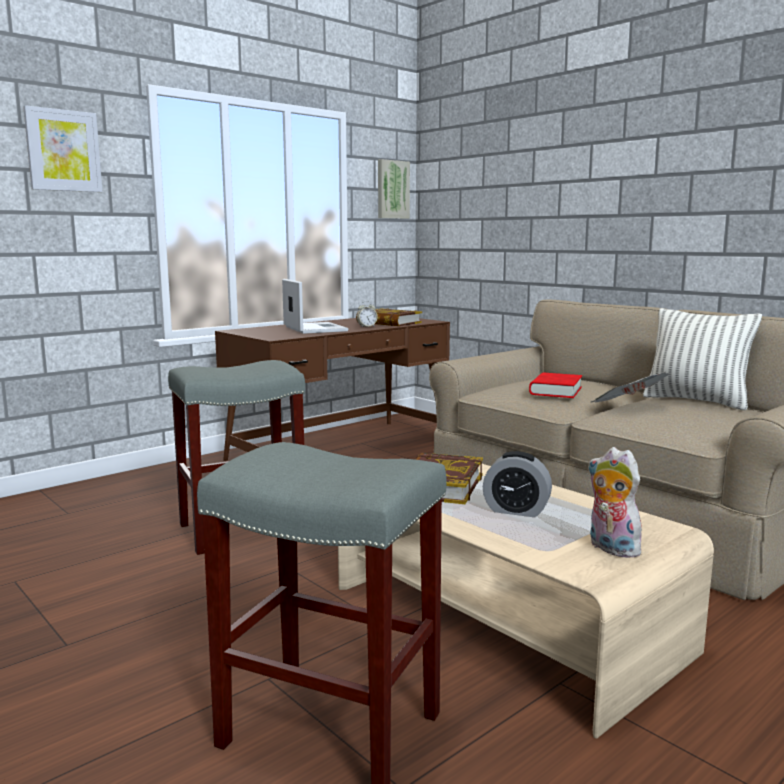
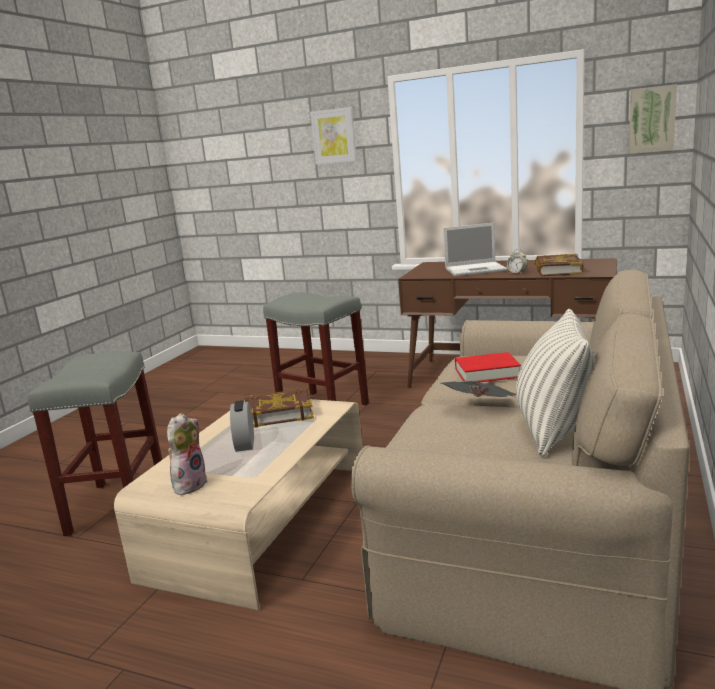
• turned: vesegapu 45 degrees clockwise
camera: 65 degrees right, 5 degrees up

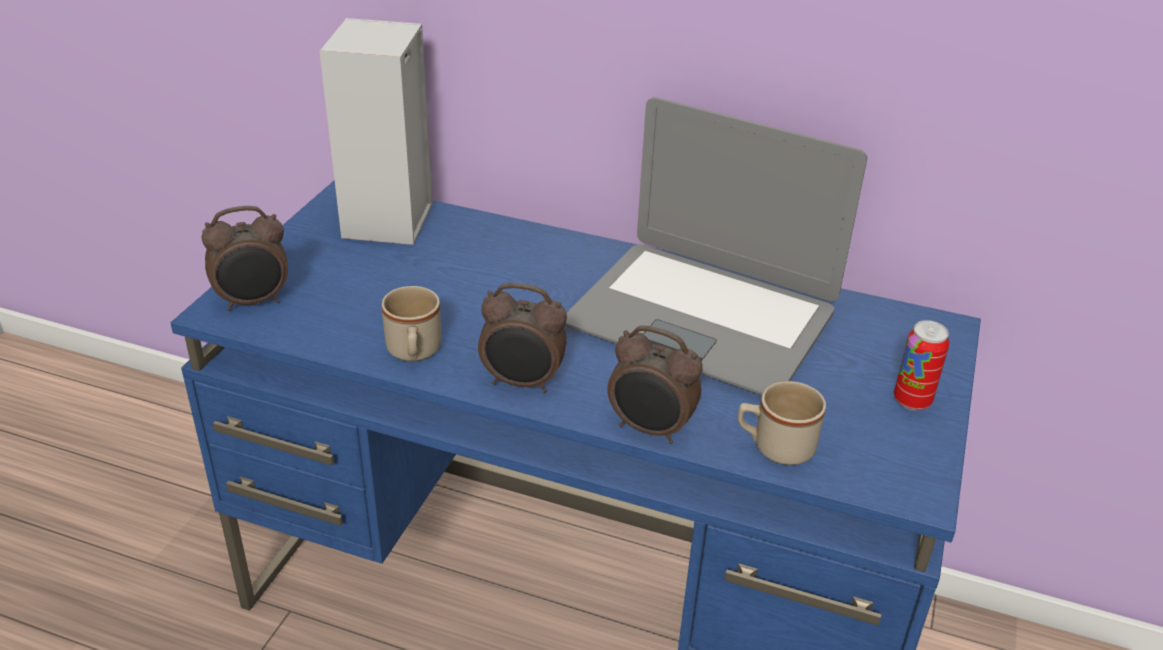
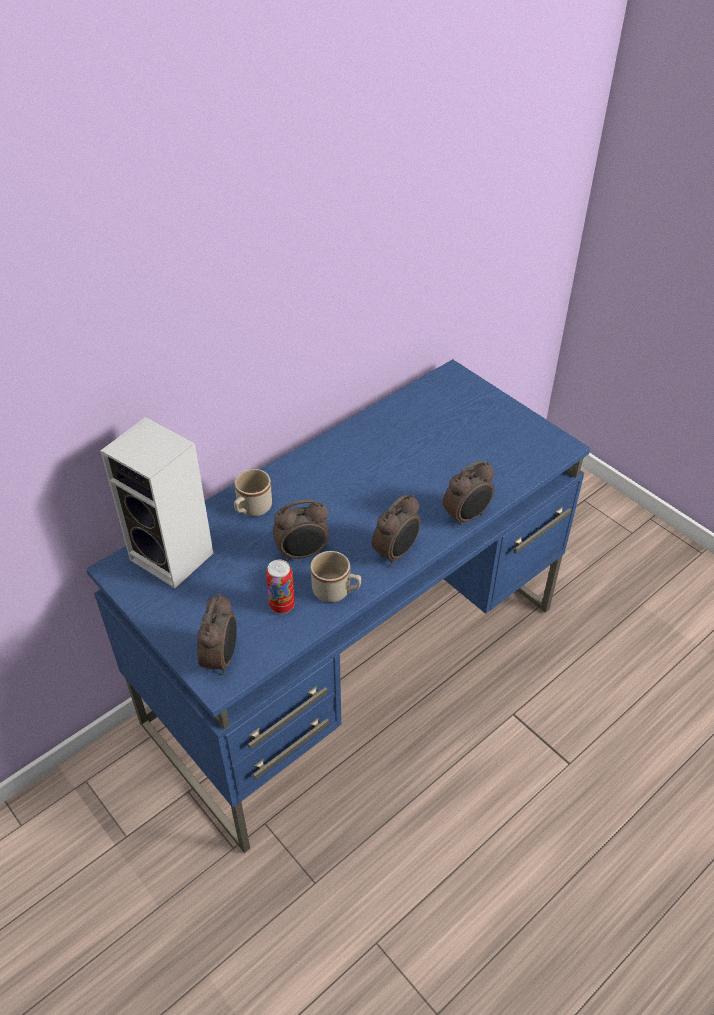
• moved: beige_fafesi (2nd from left in the first image) to beige_fafesi (1st from left)
• moved: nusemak
• added: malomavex (2nd from left)
• removed: vesegapu
camera: 60 degrees left, 10 degrees up

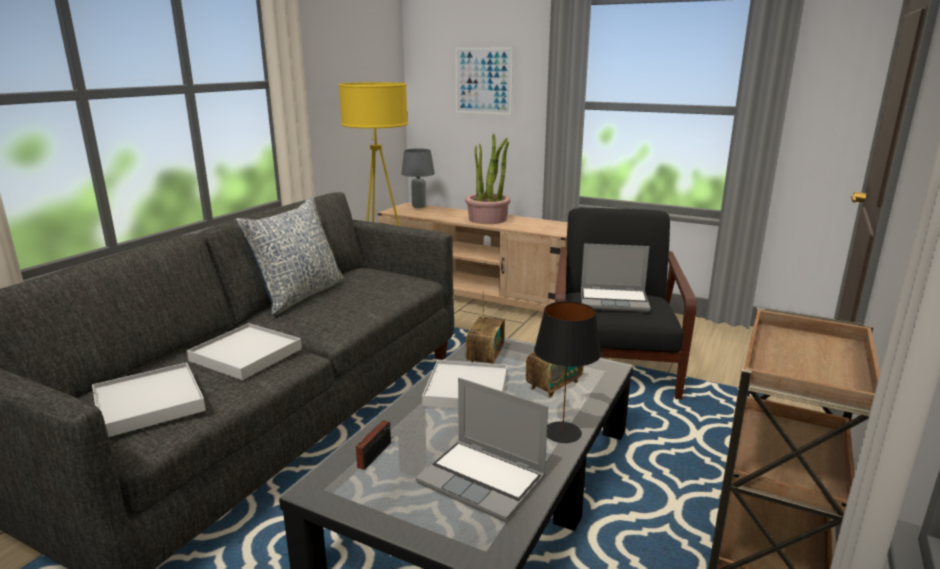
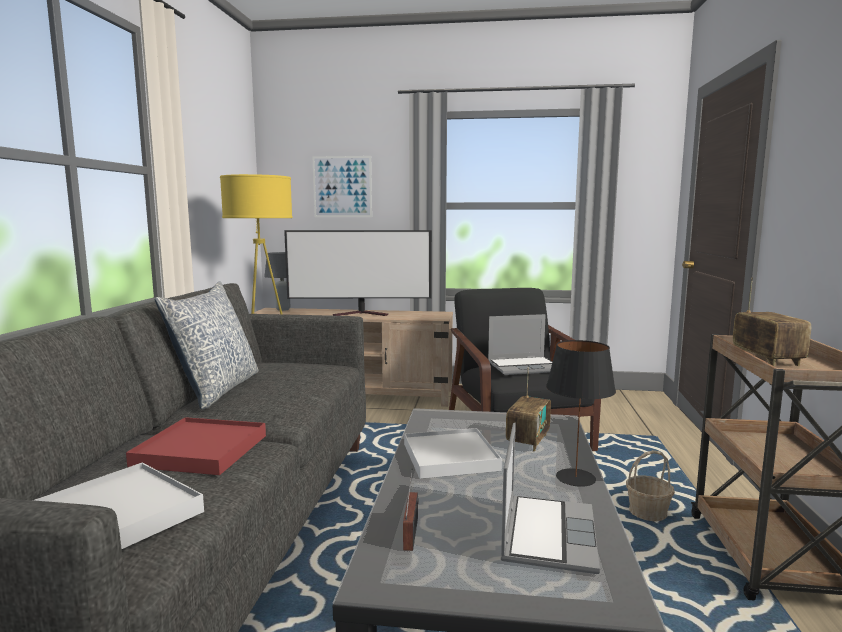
• recoloured: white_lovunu (2nd from left) to red_lovunu
• replaced: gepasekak to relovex
• turned: vesegapu (1st from left in the first image) 90 degrees counterclockwise
• added: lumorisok
• moved: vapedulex (2nd from left in the first image) to vapedulex (3rd from left)
camera: 20 degrees left, 10 degrees down

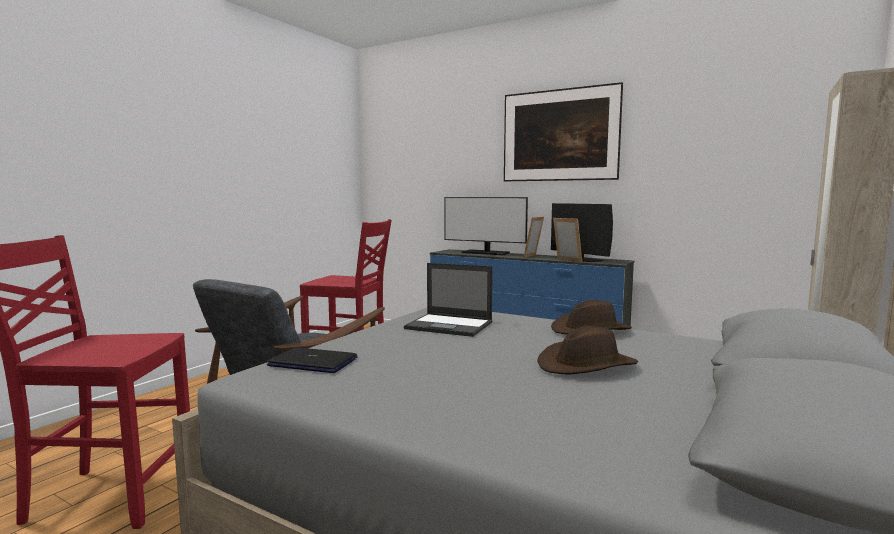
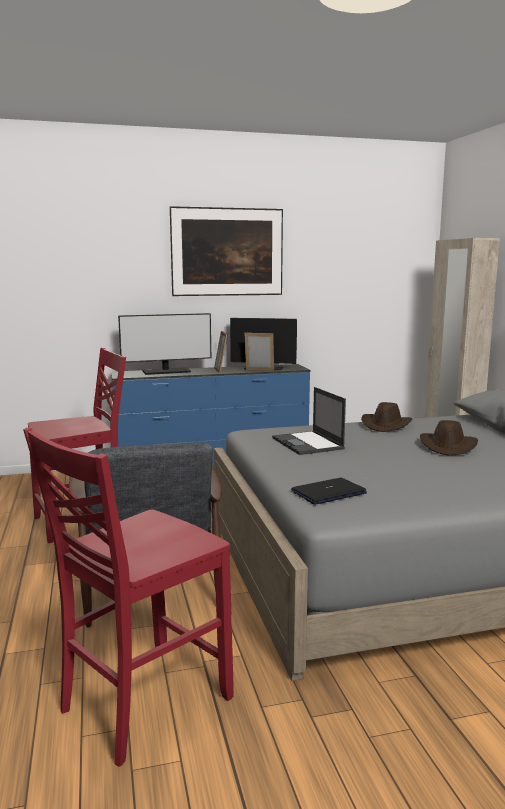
• turned: vesegapu (2nd from left in the first image) 90 degrees clockwise
camera: 45 degrees left, 5 degrees up

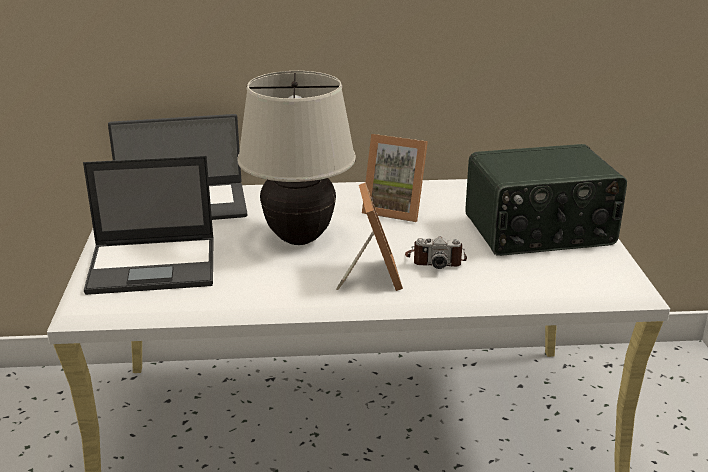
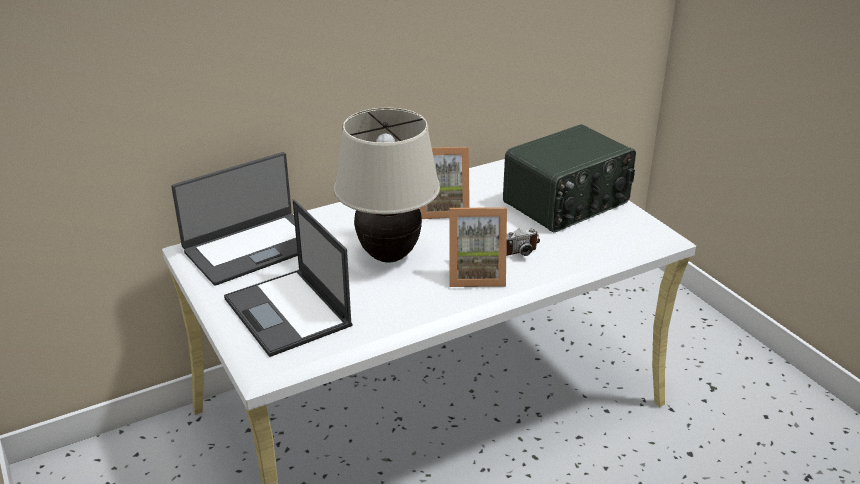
• turned: vesegapu (1st from left in the first image) 90 degrees clockwise
• turned: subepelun (1st from left in the first image) 120 degrees clockwise
camera: 25 degrees left, 5 degrees up

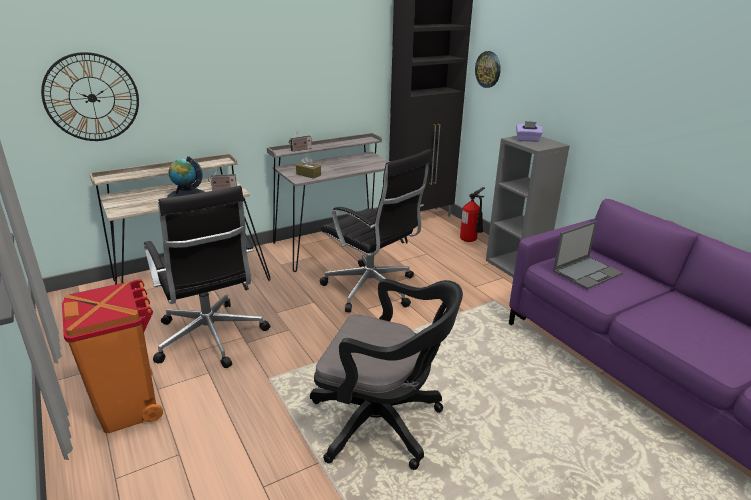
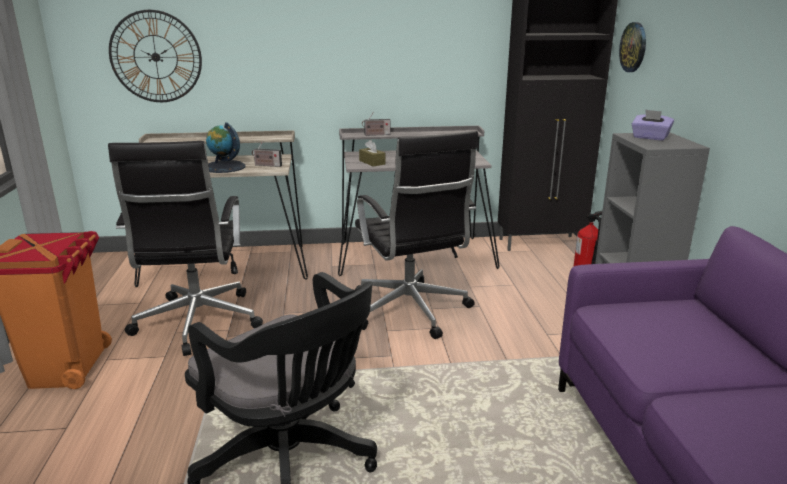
• removed: vesegapu
camera: 25 degrees right, 5 degrees down

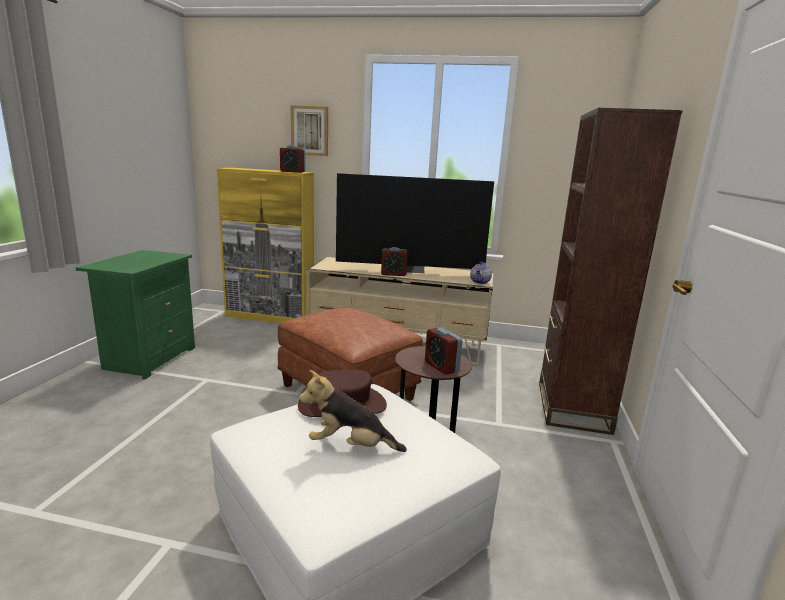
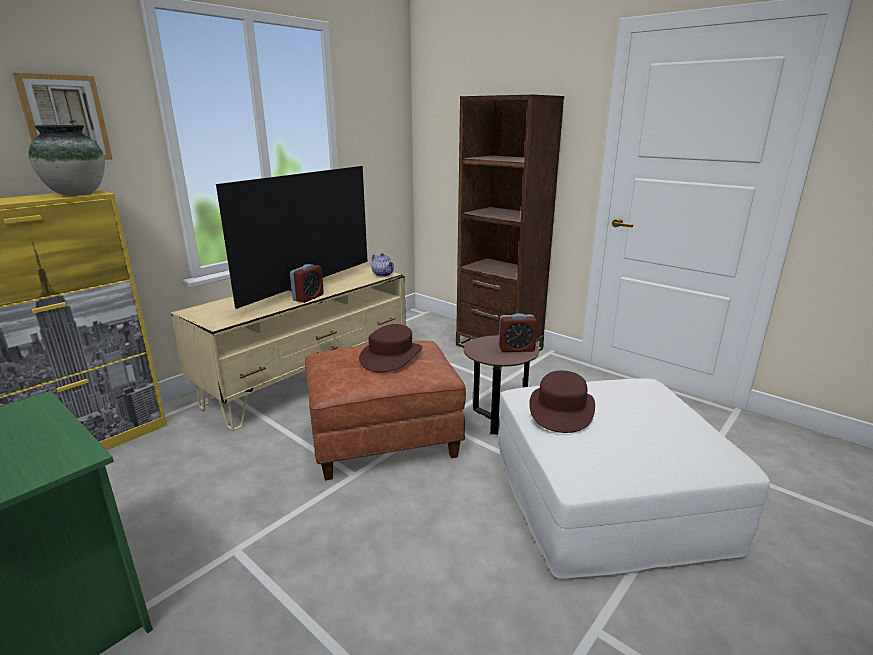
• replaced: malomavex (1st from left) to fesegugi
• added: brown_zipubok (1st from left)
• removed: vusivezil
camera: 60 degrees left, 5 degrees up

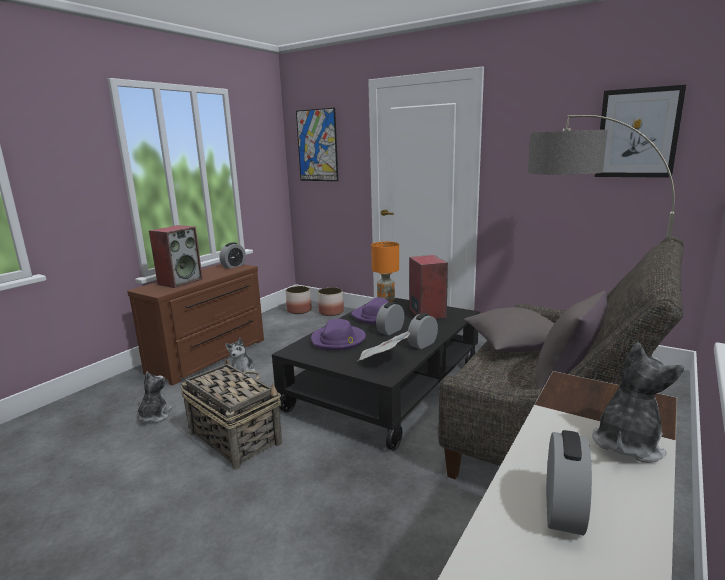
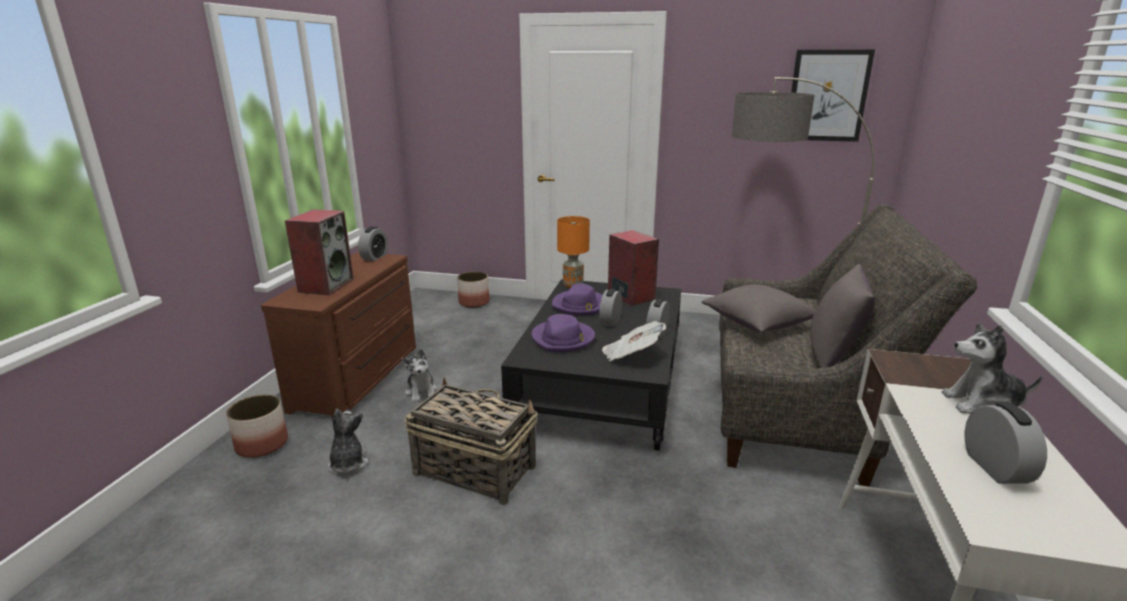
• moved: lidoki (1st from left)
• turned: vusivezil (3rd from left) 105 degrees counterclockwise
• removed: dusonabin (1st from left)
camera: 20 degrees left, 5 degrees up

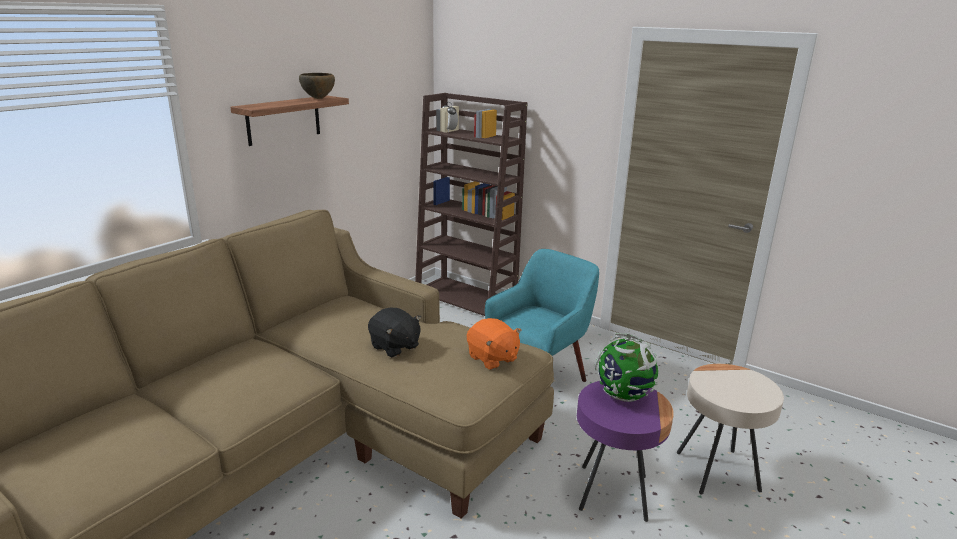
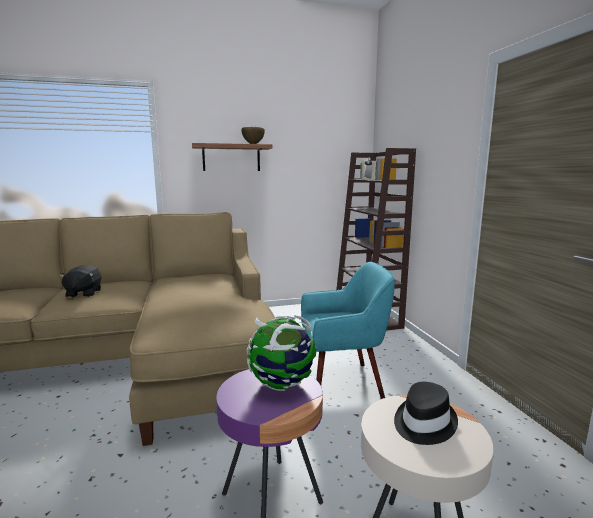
• moved: black_vusivezil
• added: black_zipubok
• removed: orange_vusivezil
camera: 40 degrees right, 10 degrees down

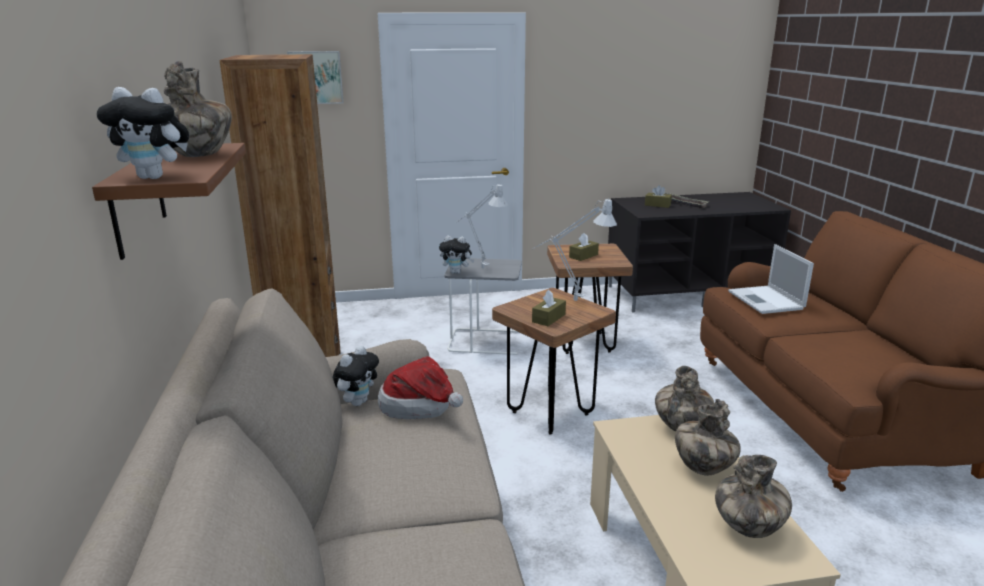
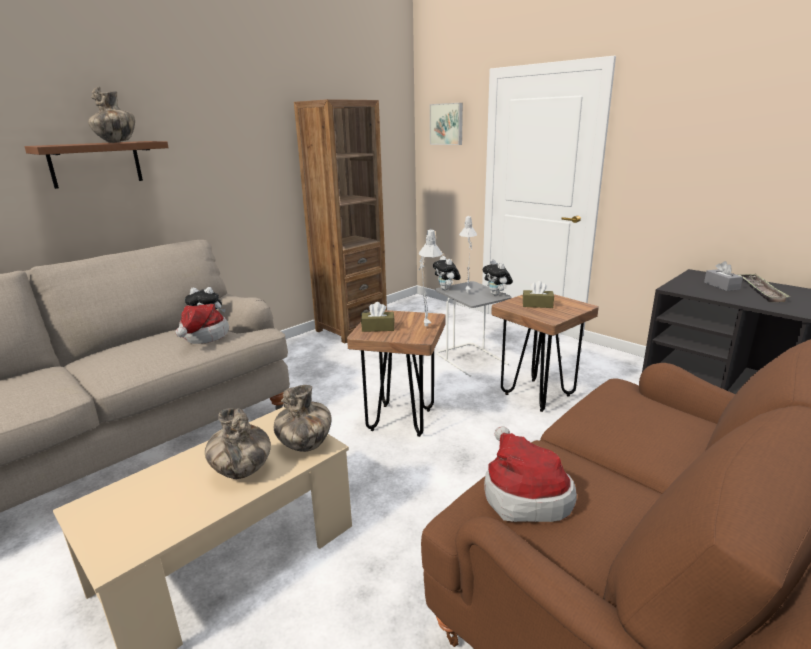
• moved: vusivezil (1st from left in the first image) to vusivezil (3rd from left)
• added: zipubok (2nd from left)
• recoloured: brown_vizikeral (3rd from left) to grey_vizikeral
• removed: fesegugi (4th from left)
• removed: vesegapu
camera: 55 degrees right, 0 degrees up

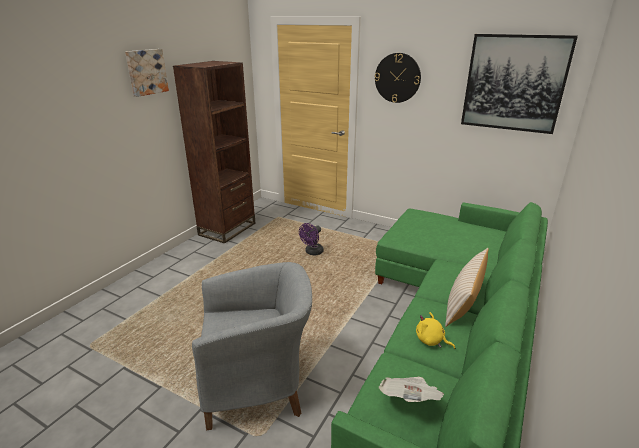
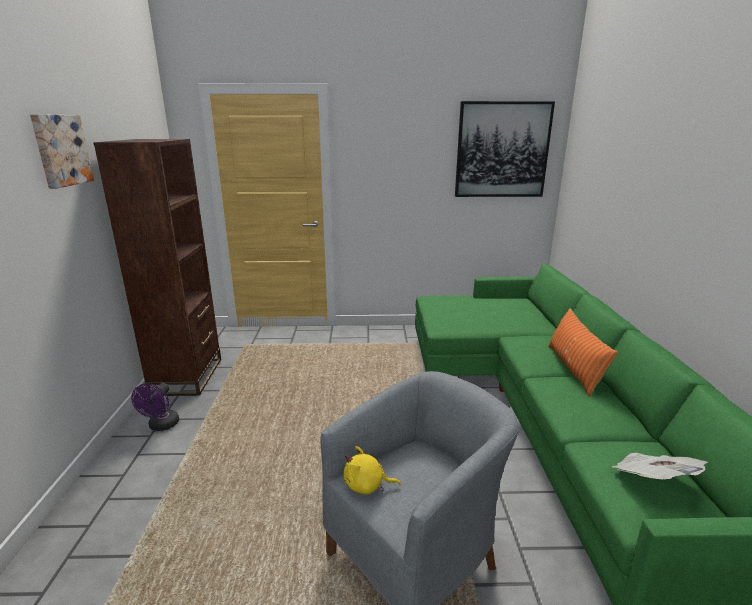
• moved: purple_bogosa
• moved: yellow_vusivezil
• recoloured: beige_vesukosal to orange_vesukosal
• removed: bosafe
camera: 30 degrees left, 5 degrees down

